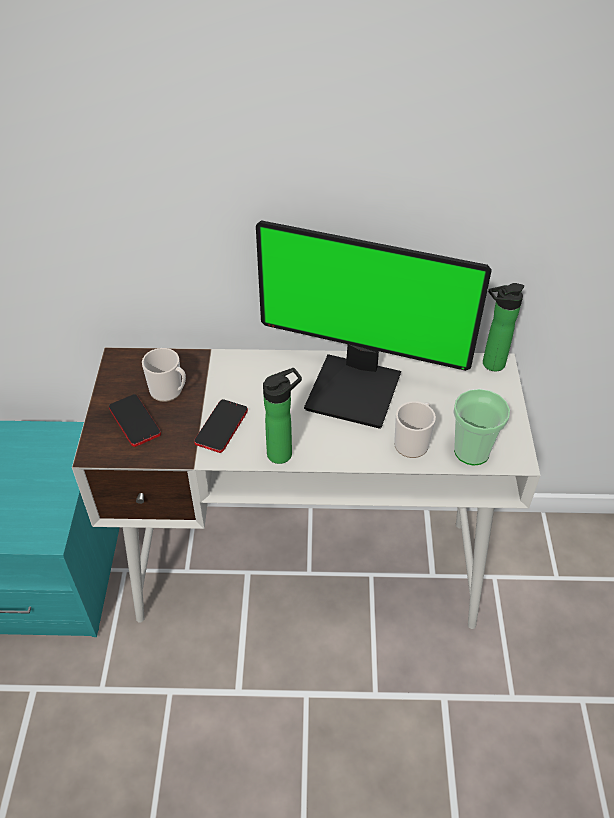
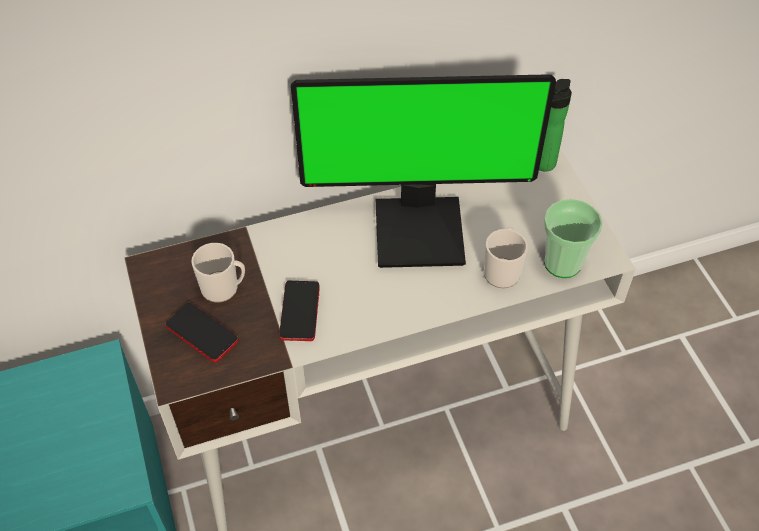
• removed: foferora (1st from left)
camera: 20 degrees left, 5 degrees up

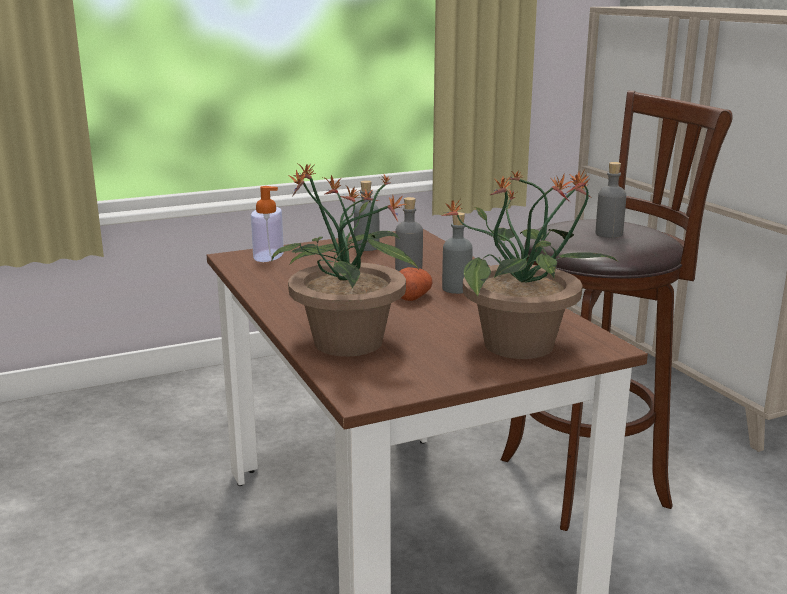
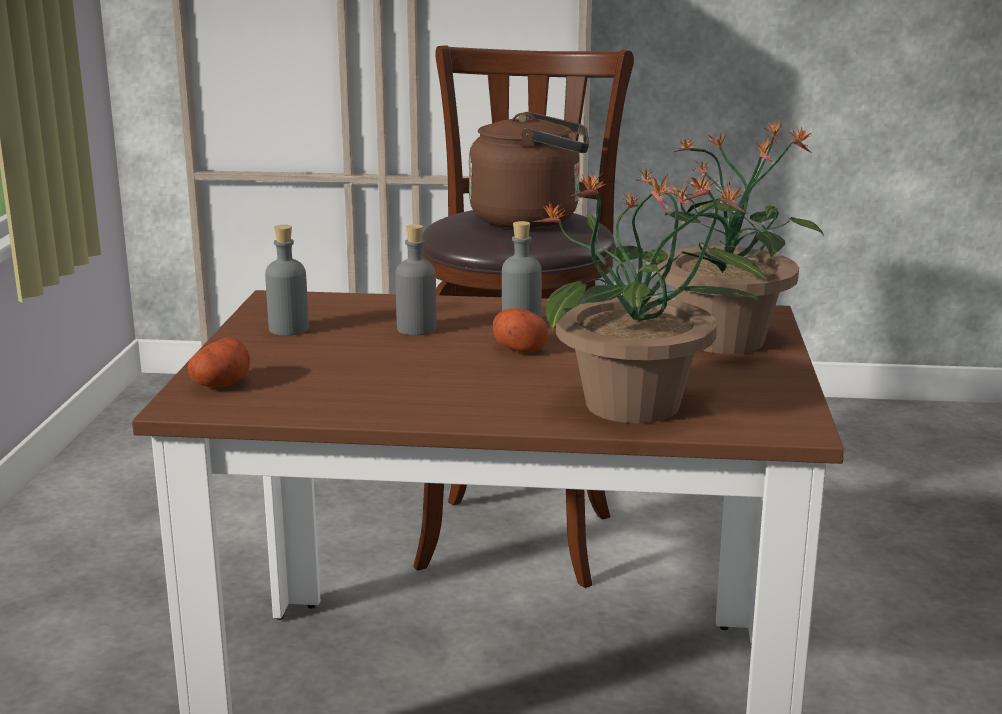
• replaced: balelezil to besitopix (1st from left)
• replaced: grey_foferora (4th from left) to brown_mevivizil
camera: 60 degrees left, 0 degrees up

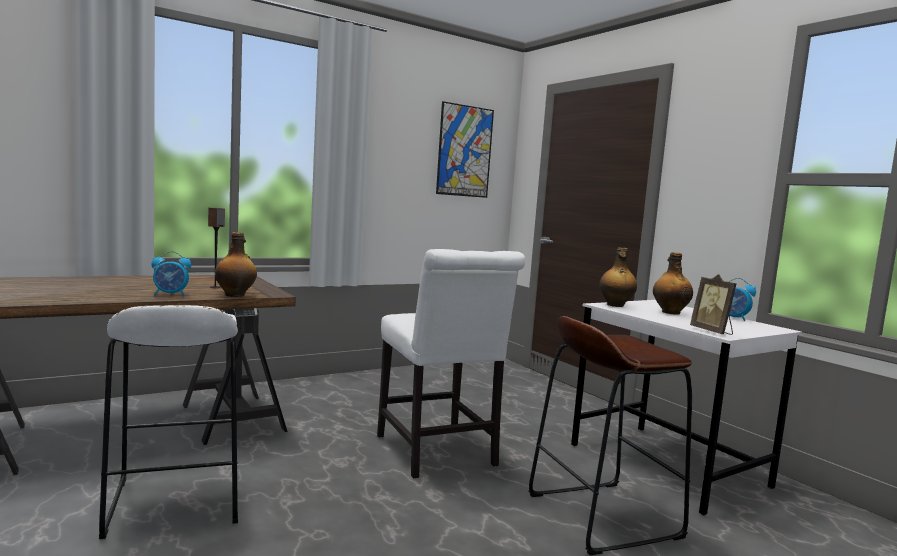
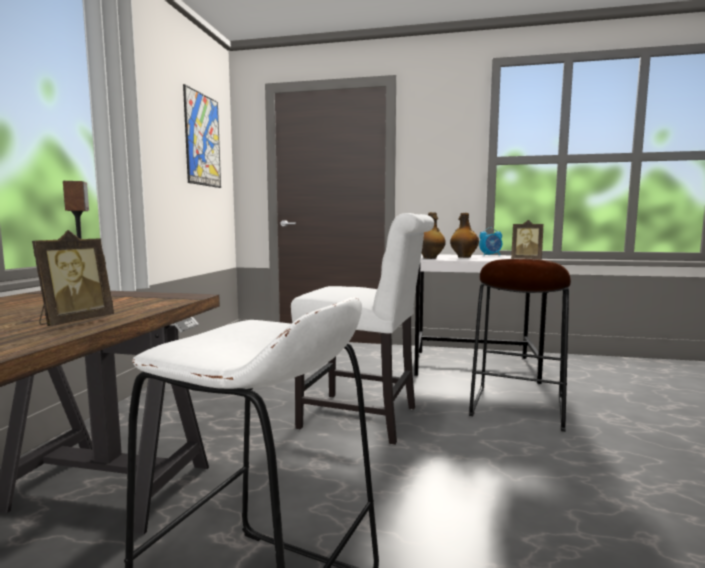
• replaced: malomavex (1st from left) to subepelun (1st from left)
• removed: foferora (1st from left)
camera: 45 degrees left, 0 degrees up

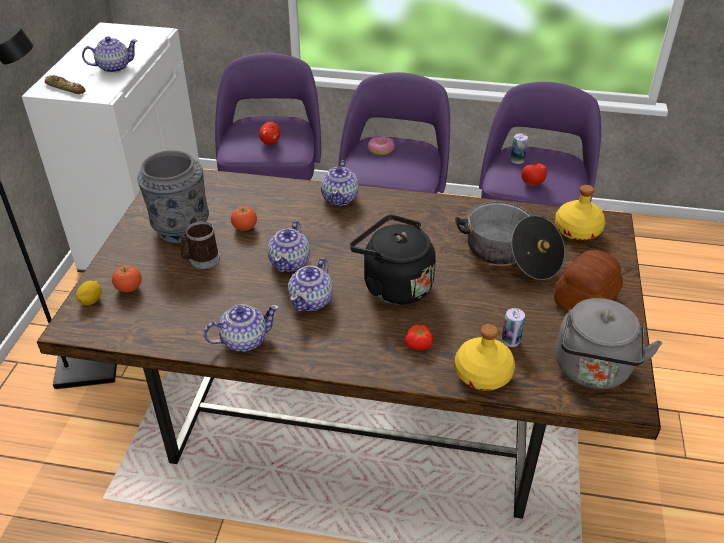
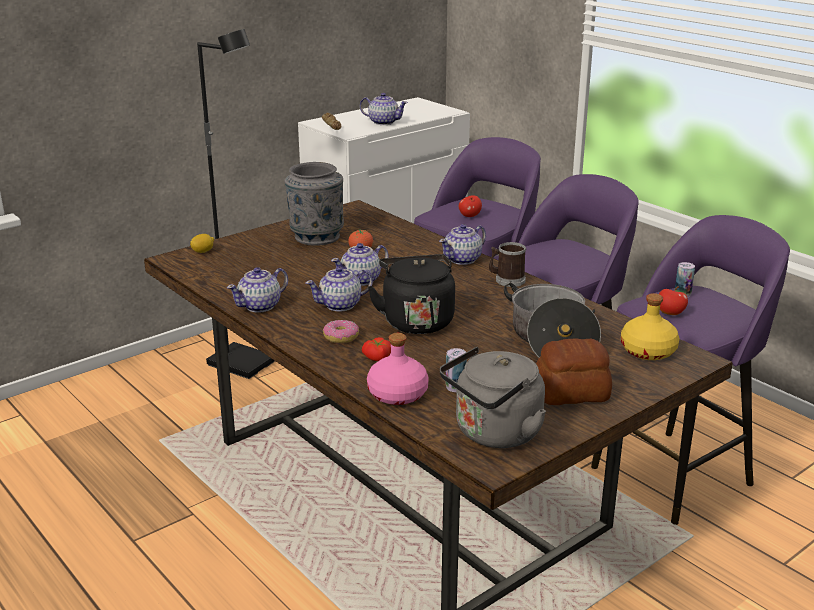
• turned: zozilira (2nd from left in the first image) 120 degrees clockwise
• moved: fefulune
• recoloured: yellow_foferora (1st from left) to pink_foferora
• moved: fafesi
• removed: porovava (1st from left)
camera: 40 degrees right, 15 degrees down

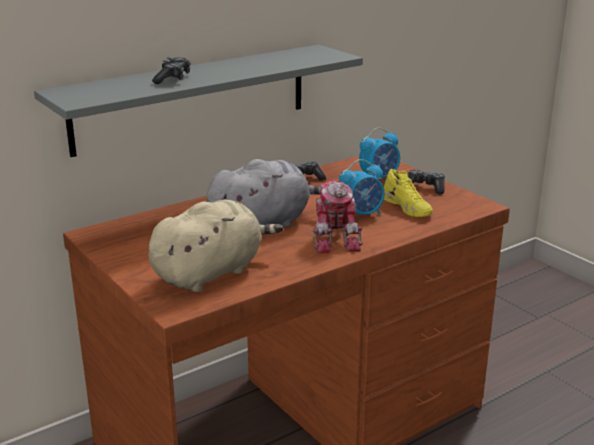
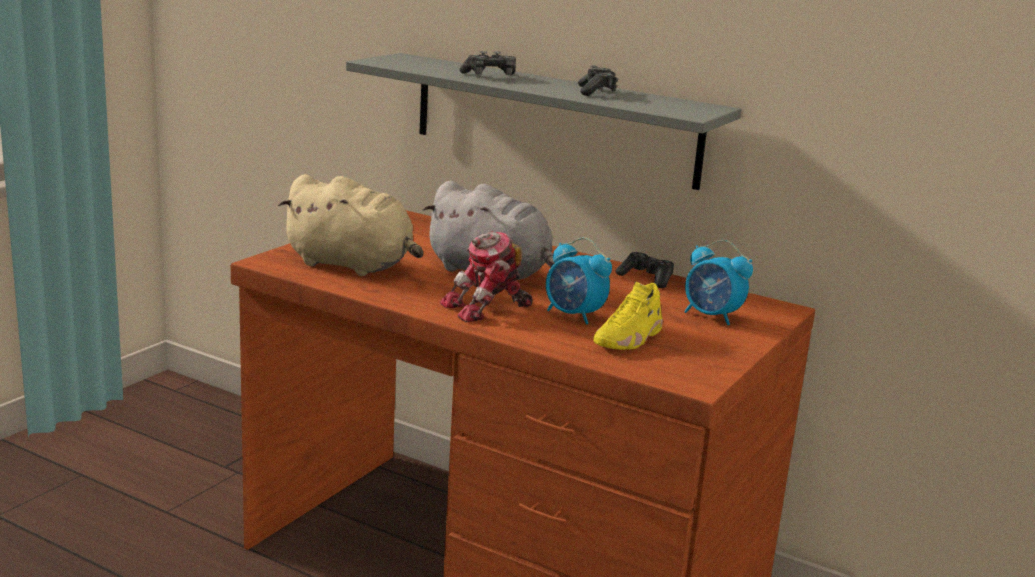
• moved: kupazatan (3rd from left in the first image) to kupazatan (2nd from left)
camera: 65 degrees right, 5 degrees down

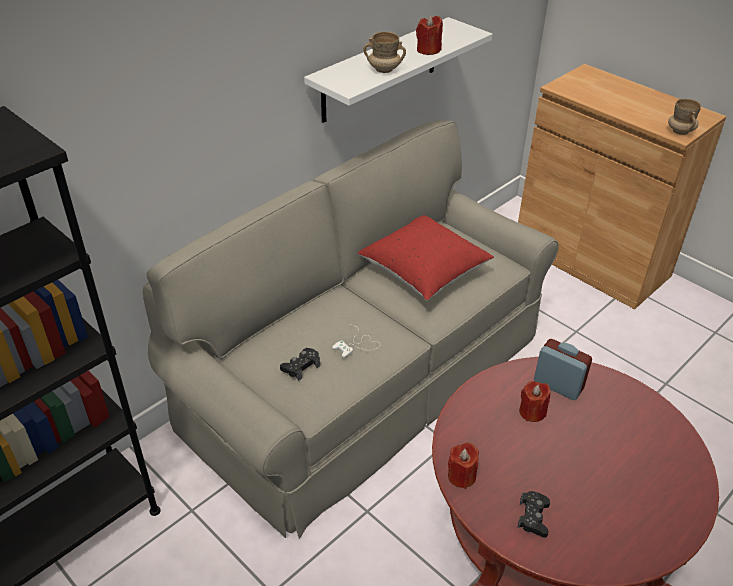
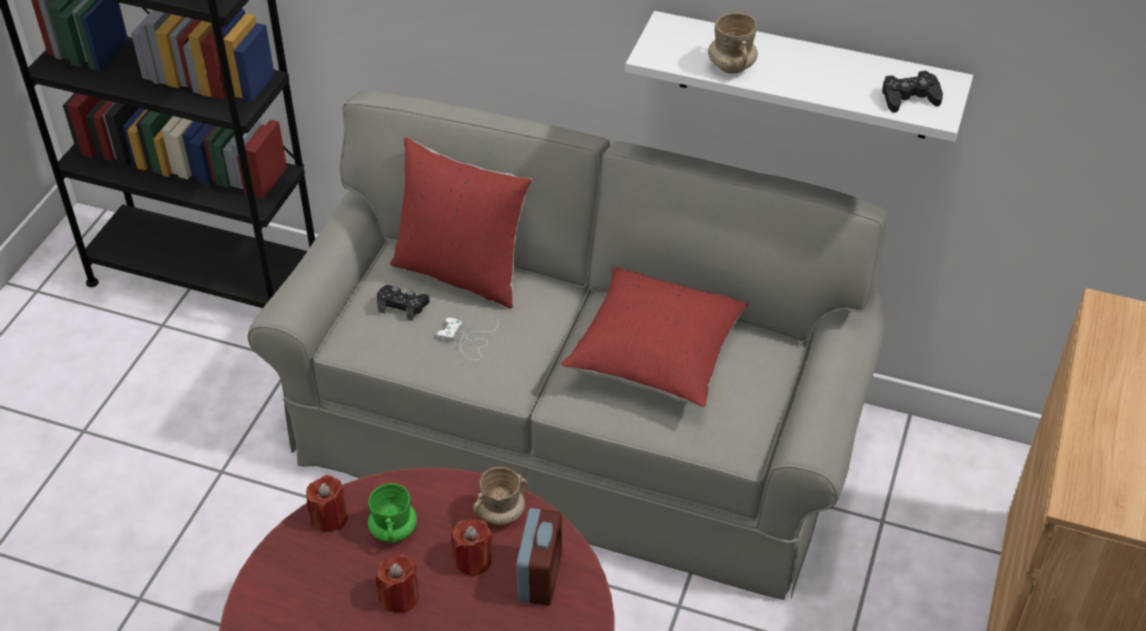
• added: green_fafesi
• moved: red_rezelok (1st from left in the first image) to red_rezelok (2nd from left)
• added: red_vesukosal (1st from left)
• moved: beige_fafesi (2nd from left in the first image) to beige_fafesi (1st from left)
• moved: black_kupazatan (2nd from left)
camera: 65 degrees right, 5 degrees up

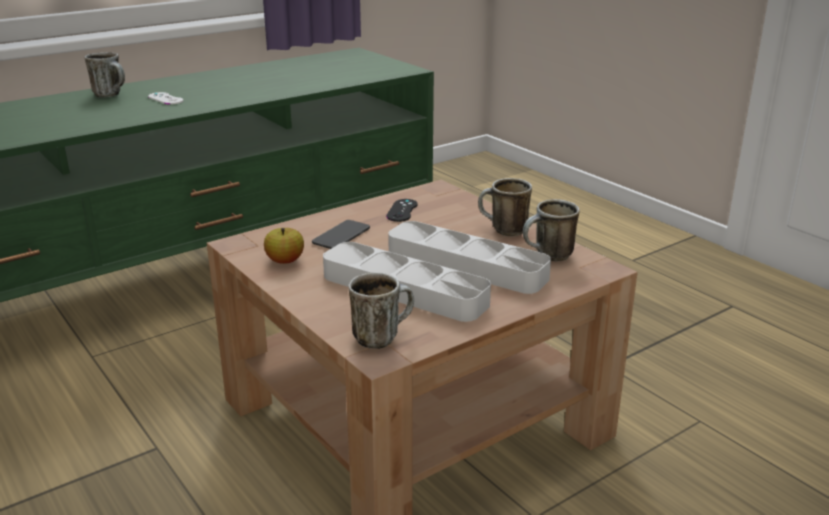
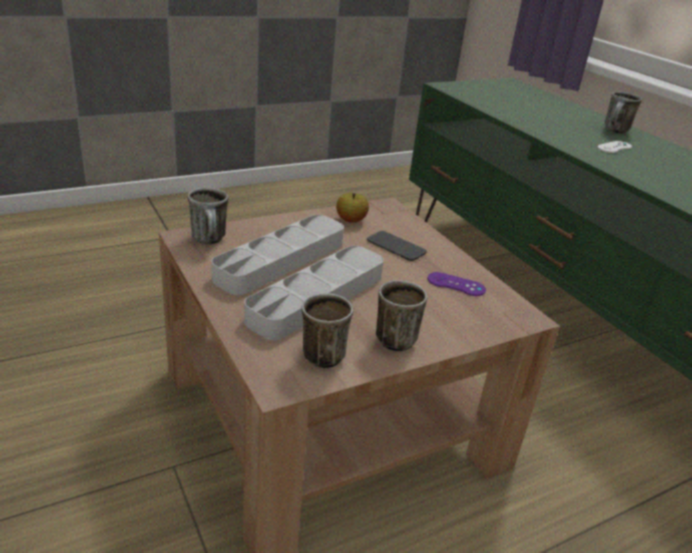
• recoloured: black_kupazatan to purple_kupazatan
camera: 95 degrees right, 5 degrees up

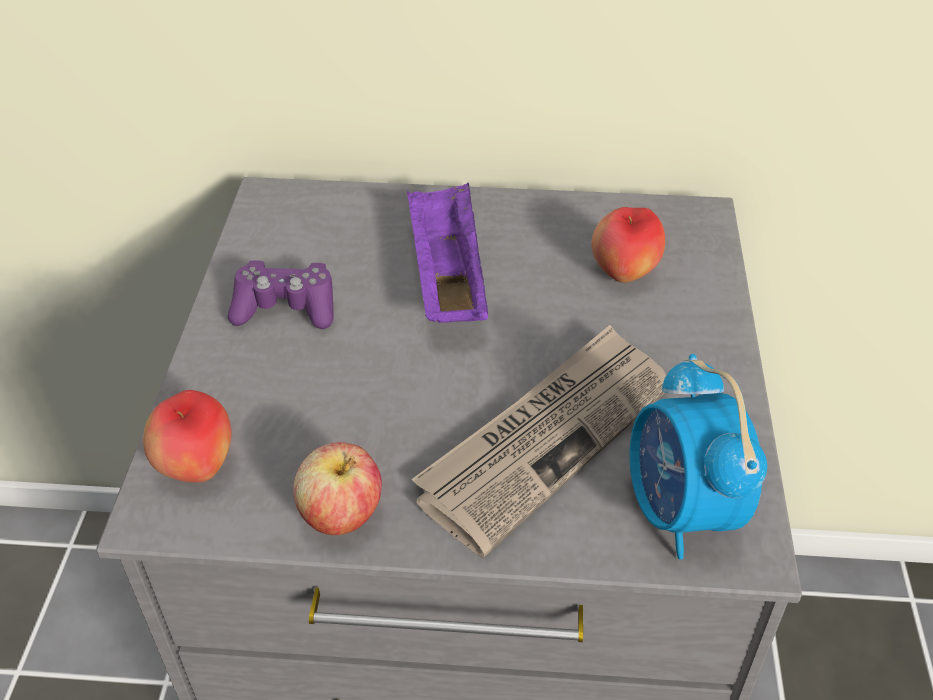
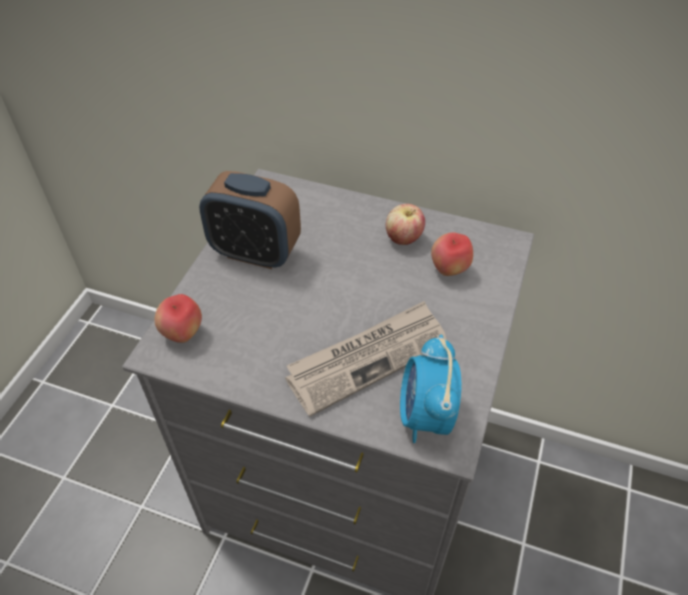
• replaced: purple_kupazatan to malomavex (1st from left)
• moved: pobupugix (2nd from left)
• removed: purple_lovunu
camera: 15 degrees right, 5 degrees up

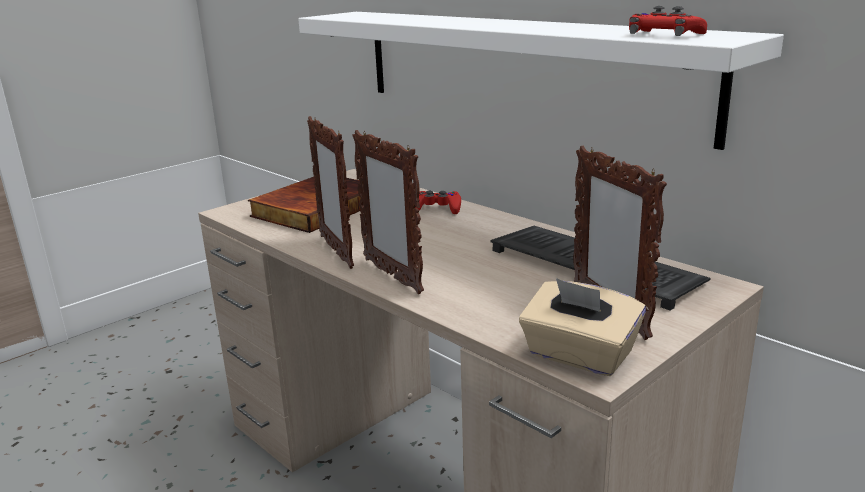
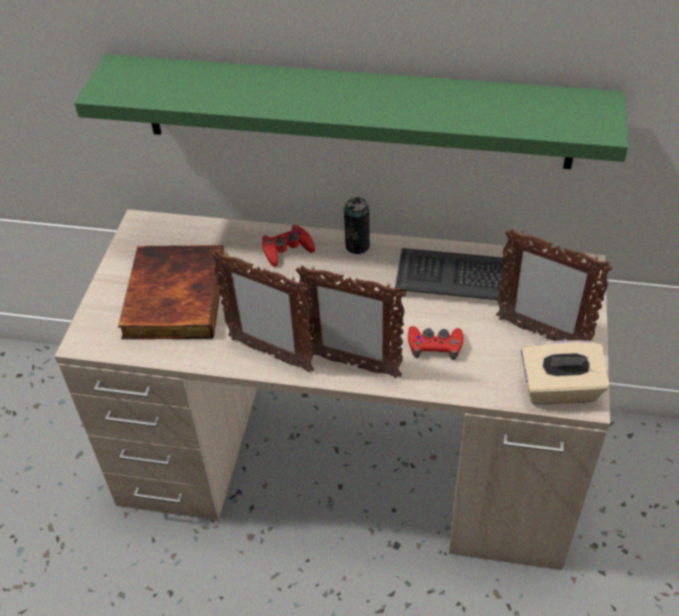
• recoloured: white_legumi to green_legumi
• added: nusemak
• moved: red_kupazatan (2nd from left)
camera: 35 degrees left, 25 degrees up

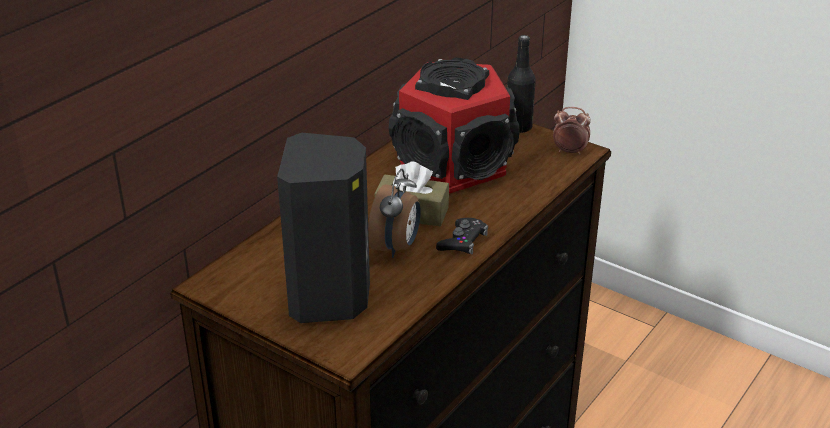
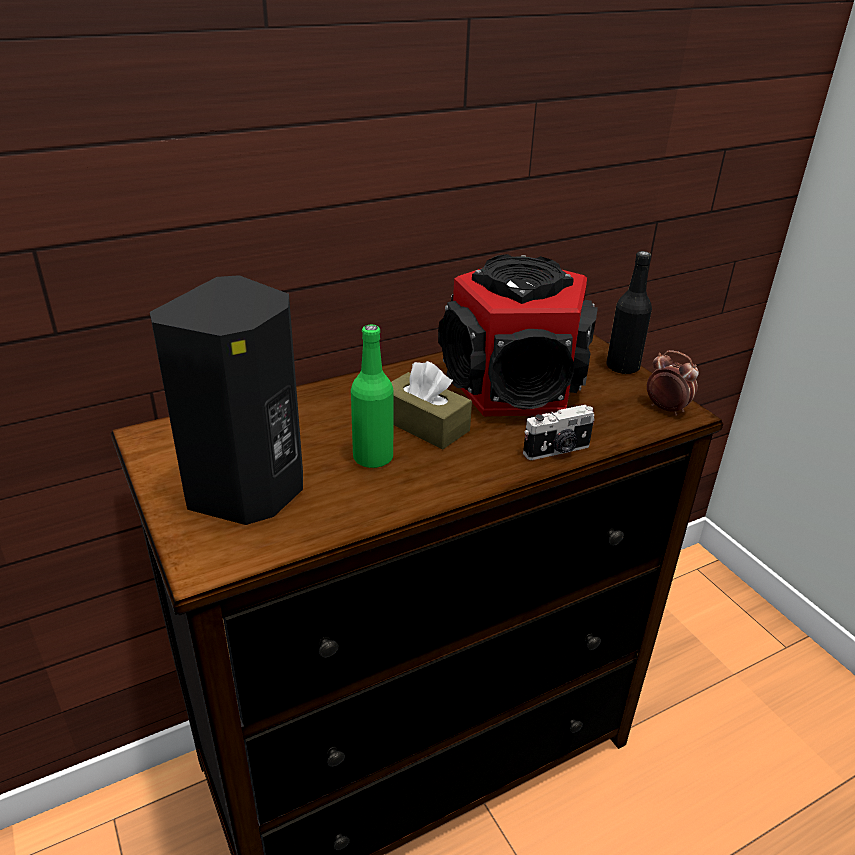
• replaced: malomavex (1st from left) to green_foferora
• added: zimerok
• removed: black_kupazatan
camera: 25 degrees right, 0 degrees up

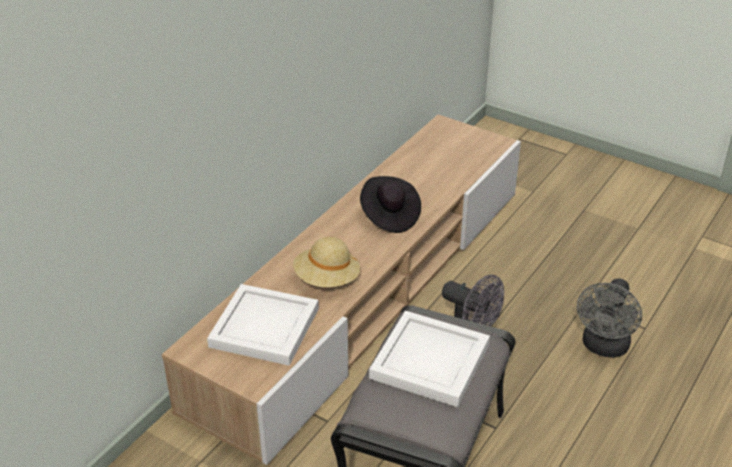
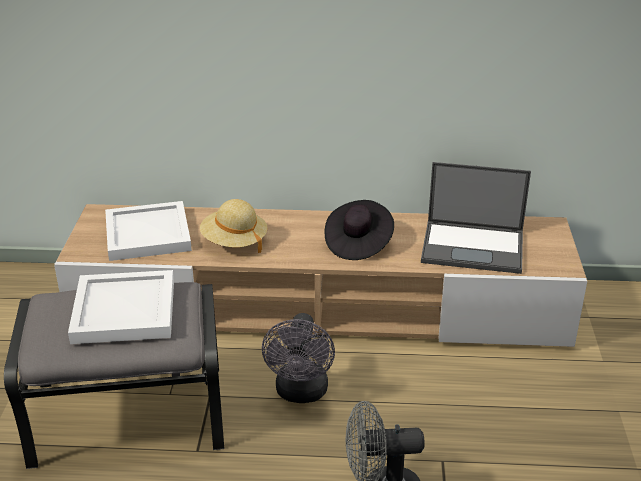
• added: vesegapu
camera: 60 degrees right, 5 degrees down

